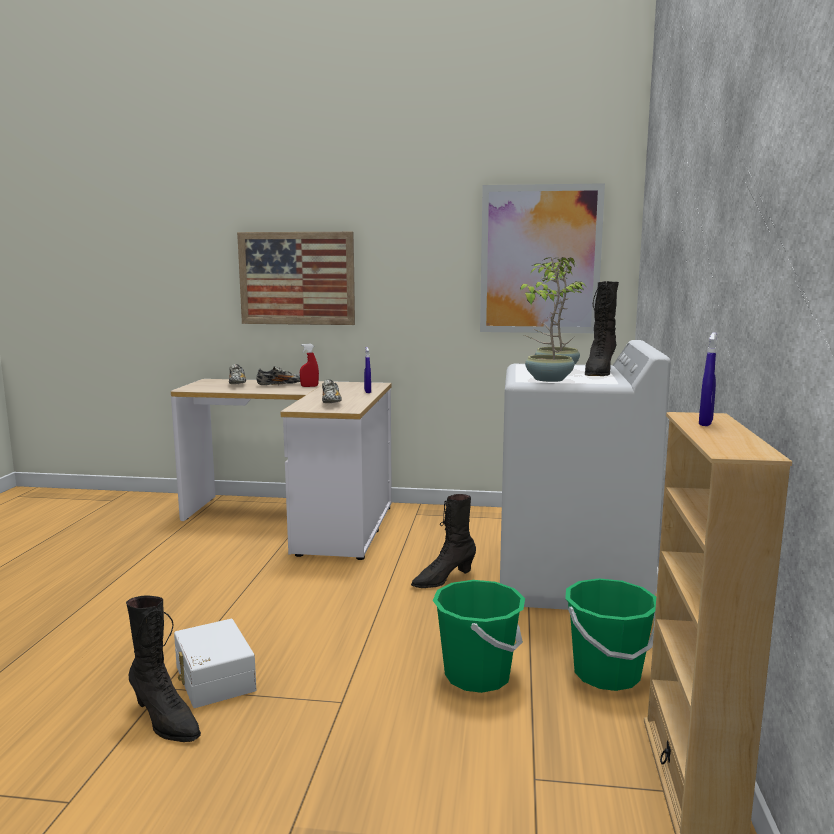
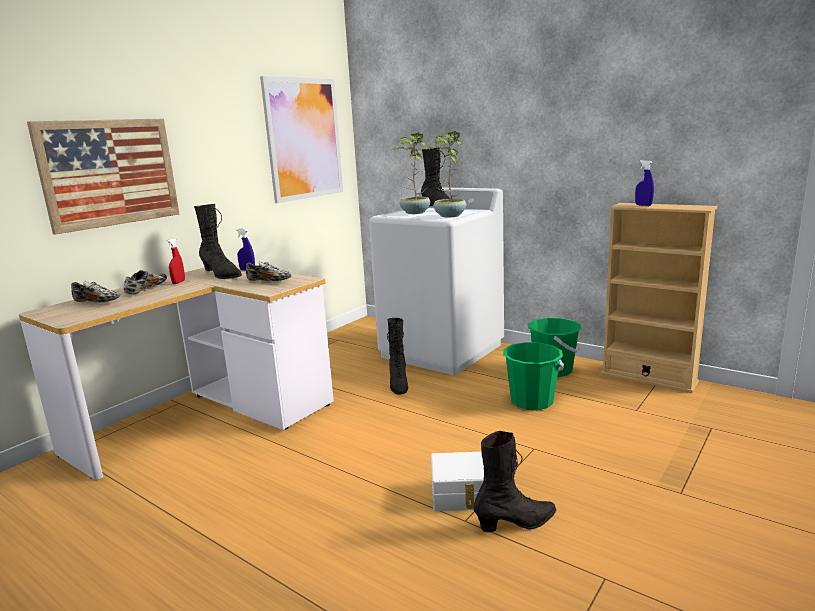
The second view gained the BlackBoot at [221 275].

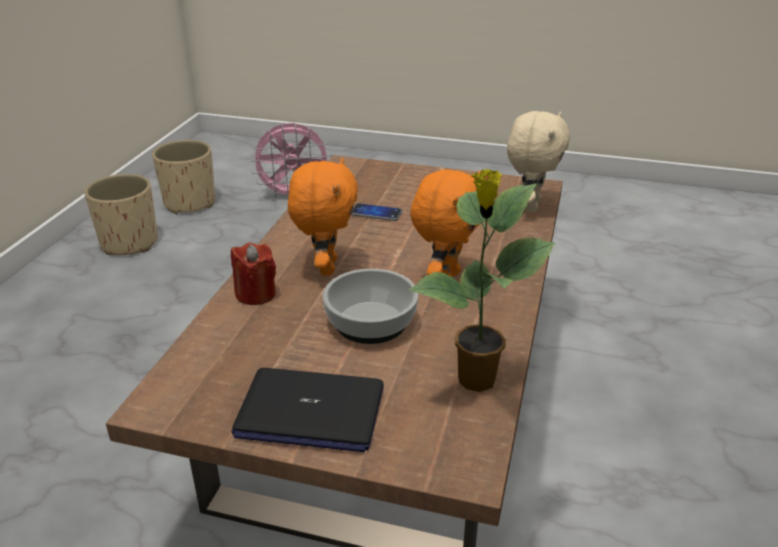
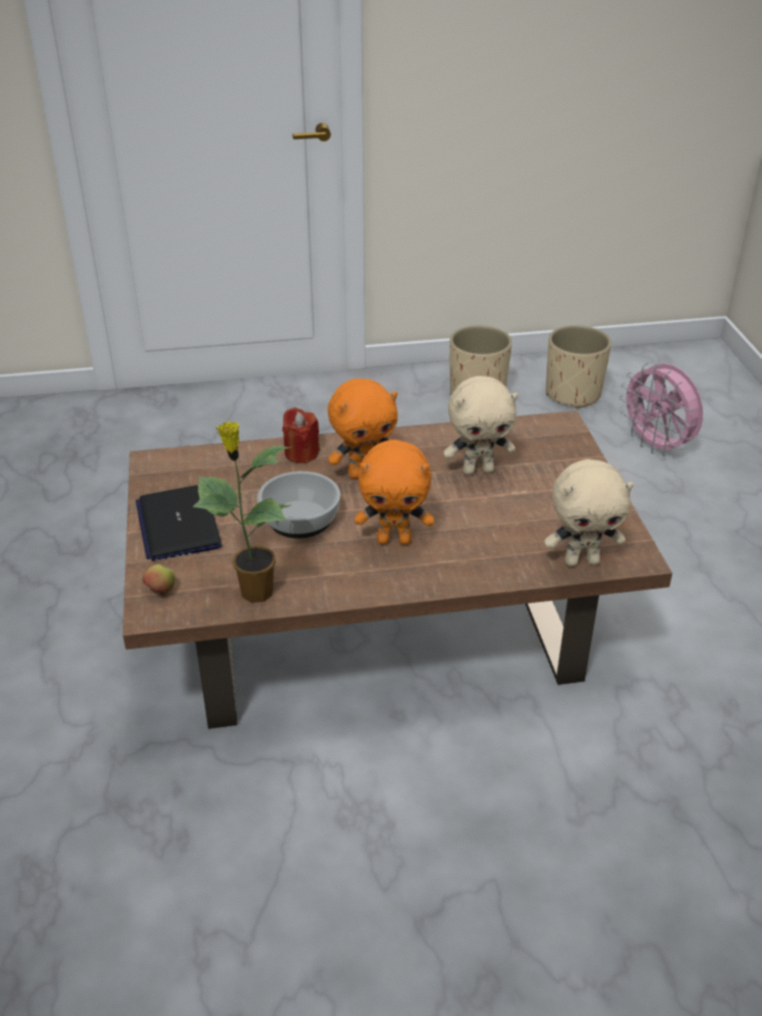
The second view gained the Apple at [160 591]. Where the Phone stood at [376 213], the BeigePlushToy came to stand at [478 470].

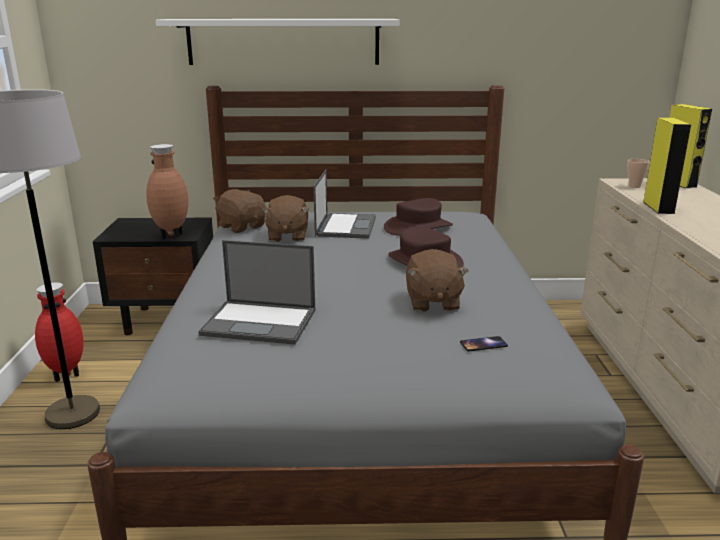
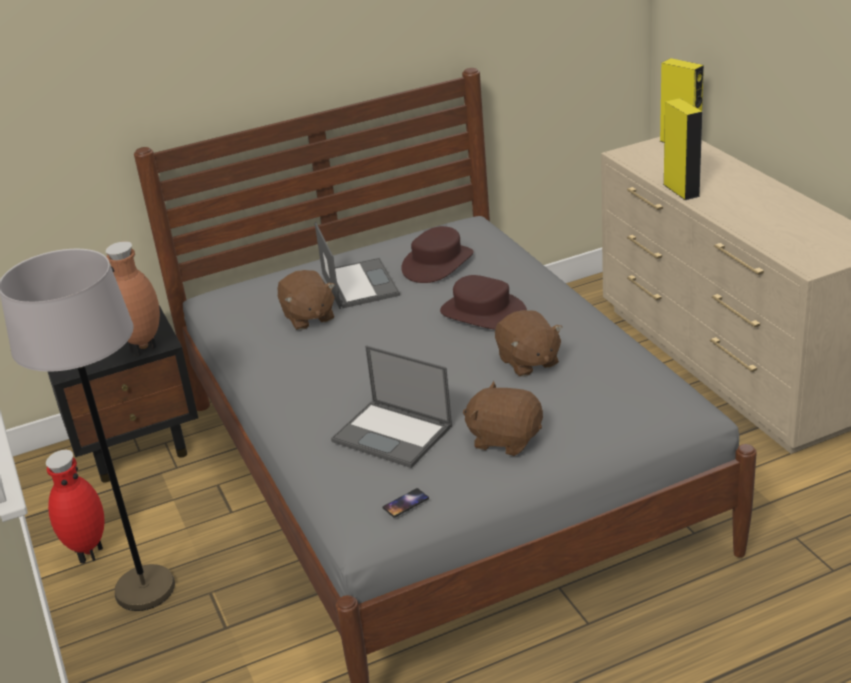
The Laptop at [261 322] ended up facing another way, 45 degrees clockwise from before. The Phone ended up elsewhere, having gone from [483 344] to [406 503]. The BrownPlushToy ended up elsewhere, having gone from [242 227] to [505 439]. The second view lost the WhiteShelf at [283 42]. The second view lost the Cup at [634 186].

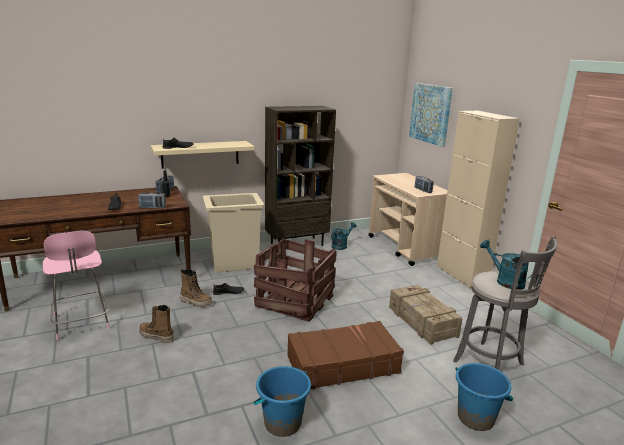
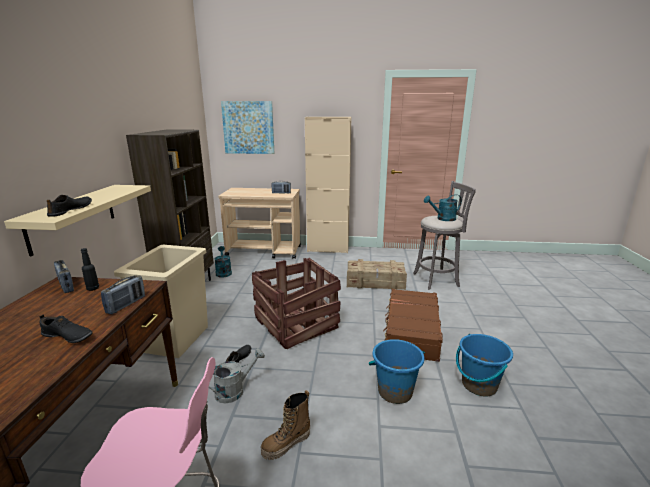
Where the Boot stood at [196 302], the GreyWateringCan came to stand at [234 390]. The BlueBucket ended up elsewhere, having gone from [475 418] to [395 391].

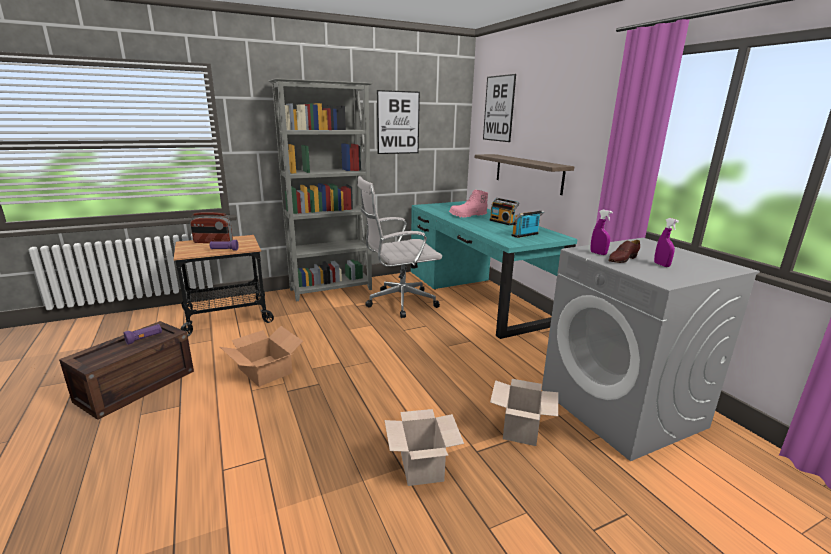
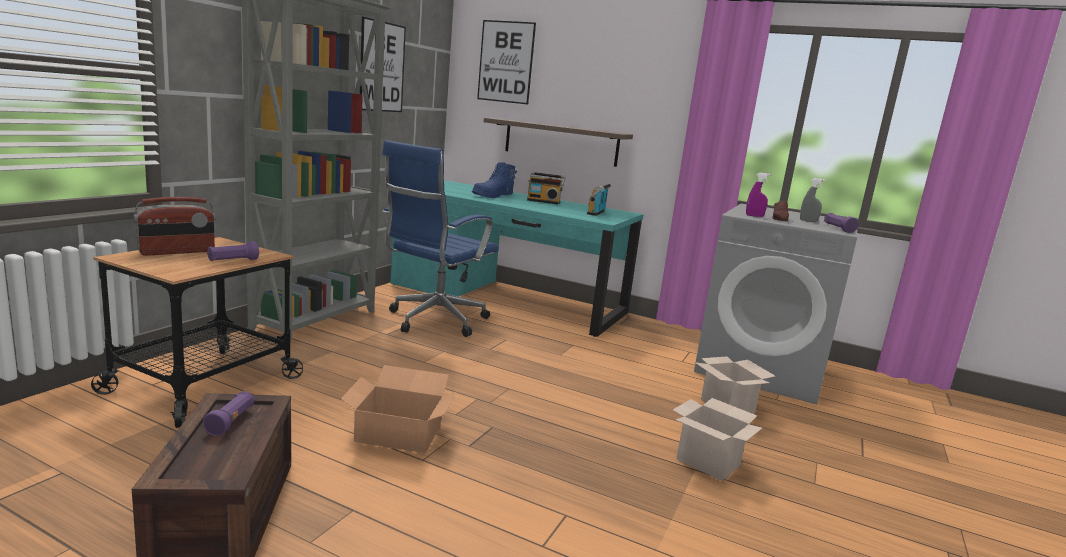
What was the WhiteOfficeChair at [398 303] turned into the BlueOfficeChair at [434 321]. What was the PinkBoot at [468 216] turned into the BlueBoot at [493 196]. What was the PurpleSprayBottle at [661 265] turned into the GreySprayBottle at [808 221]. The second view gained the PurpleFlashlight at [838 229].

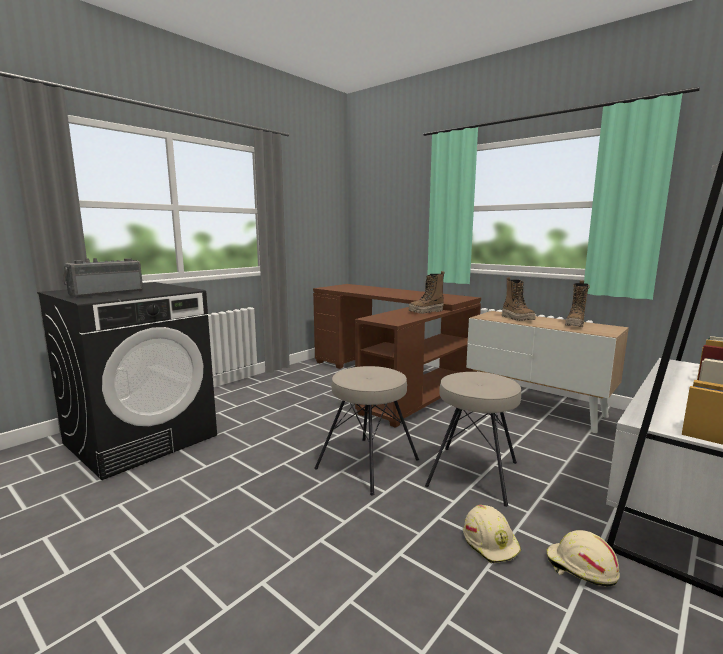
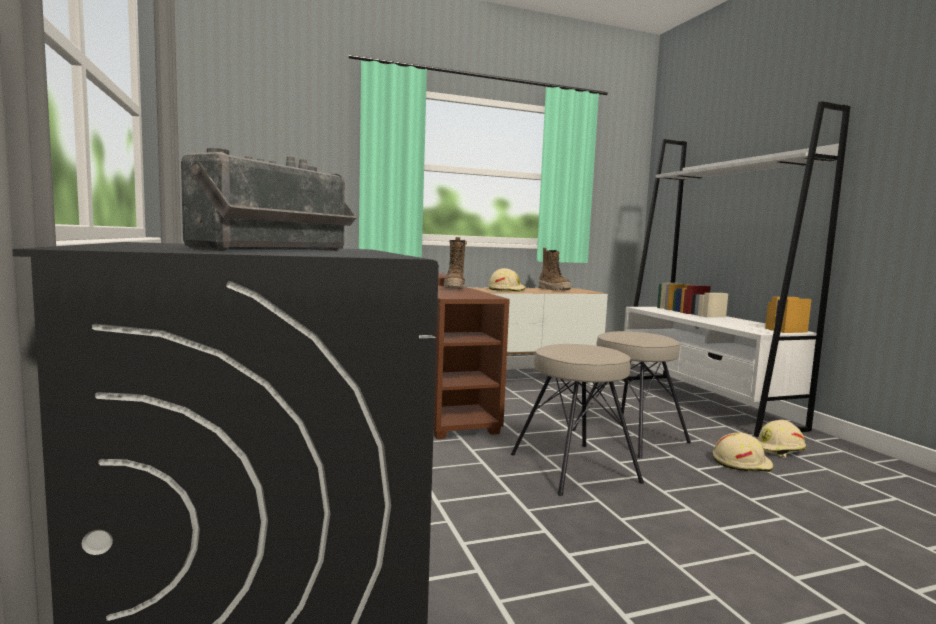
The Radio at [106 293] ended up facing another way, 135 degrees counterclockwise from before. Where the Boot stood at [517 319], the BeigeHardHat came to stand at [507 290].

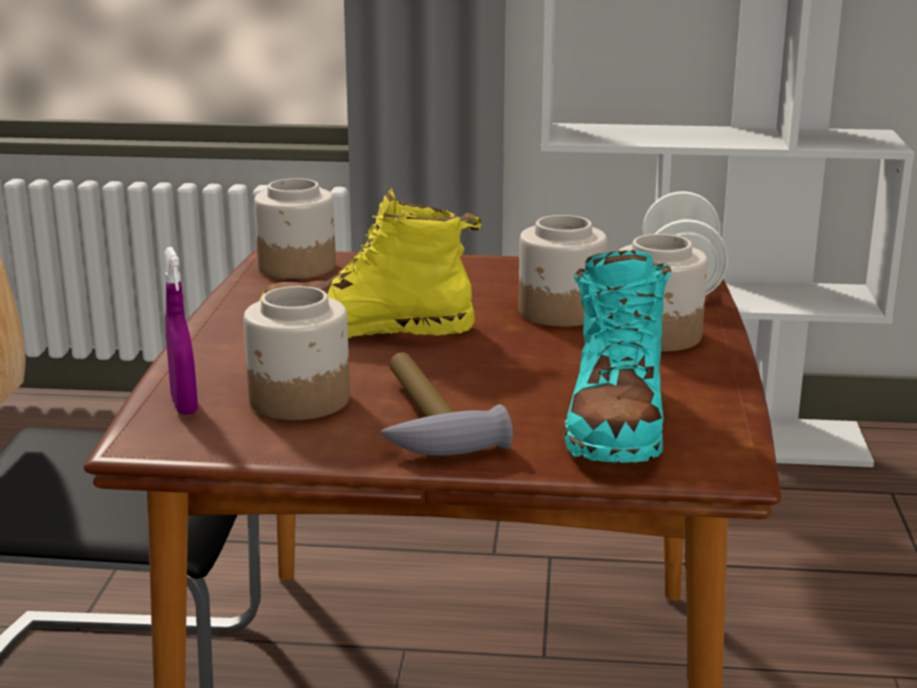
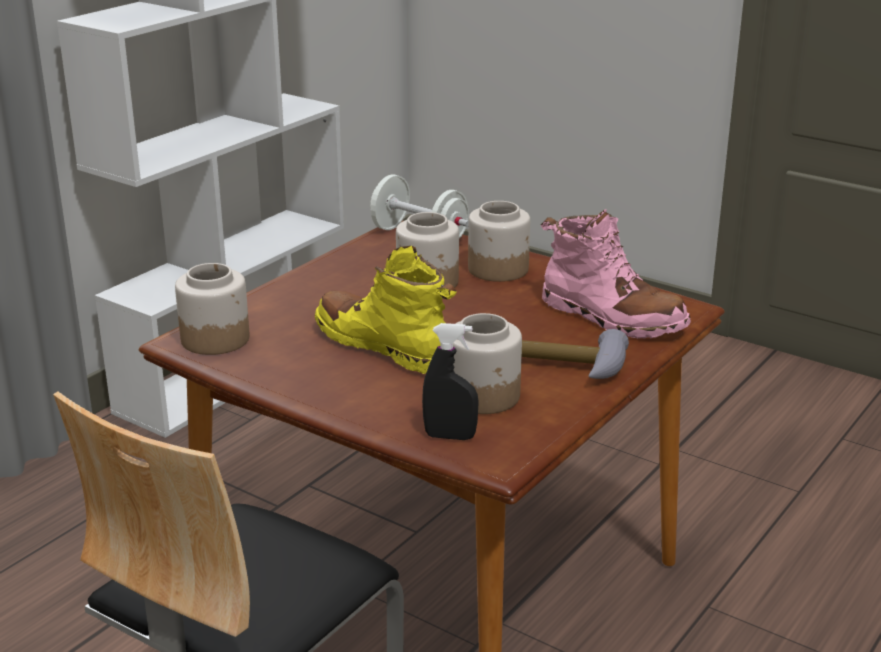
The YellowBoot at [366 330] ended up facing another way, 105 degrees clockwise from before. What was the PurpleSprayBottle at [184 405] turned into the BlackSprayBottle at [450 436]. What was the TurquoiseBoot at [615 424] turned into the PinkBoot at [611 317].

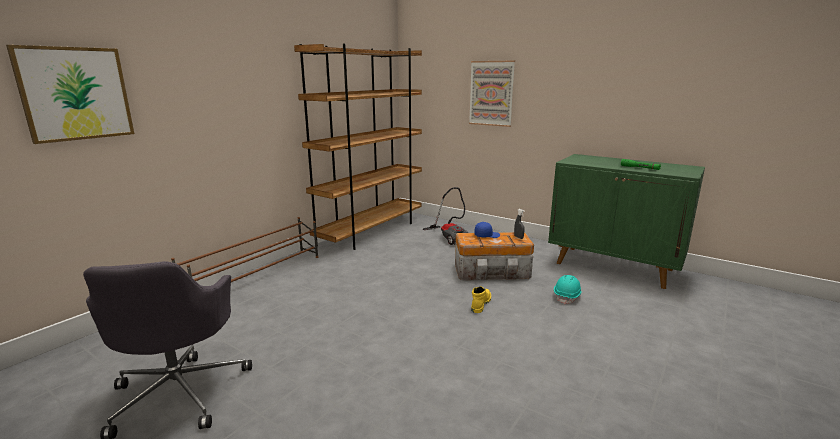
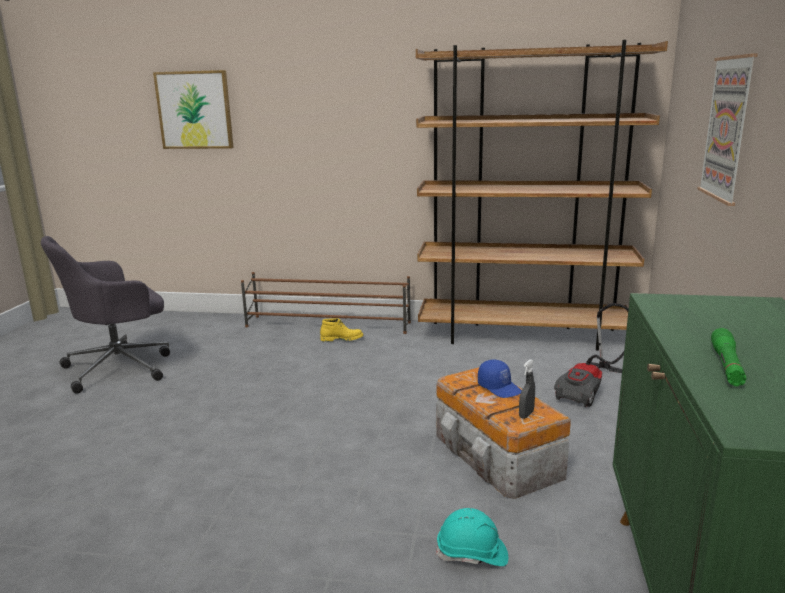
The YellowBoot ended up elsewhere, having gone from [480 303] to [342 339].

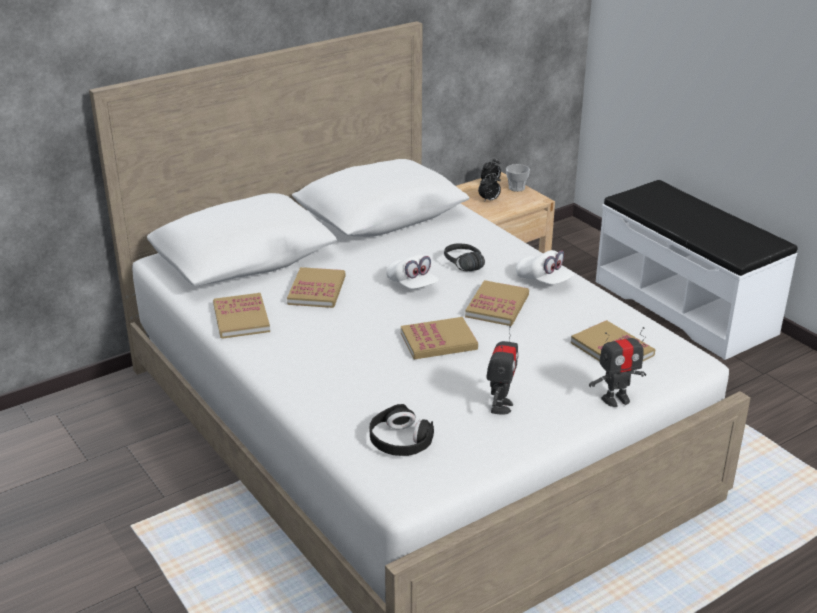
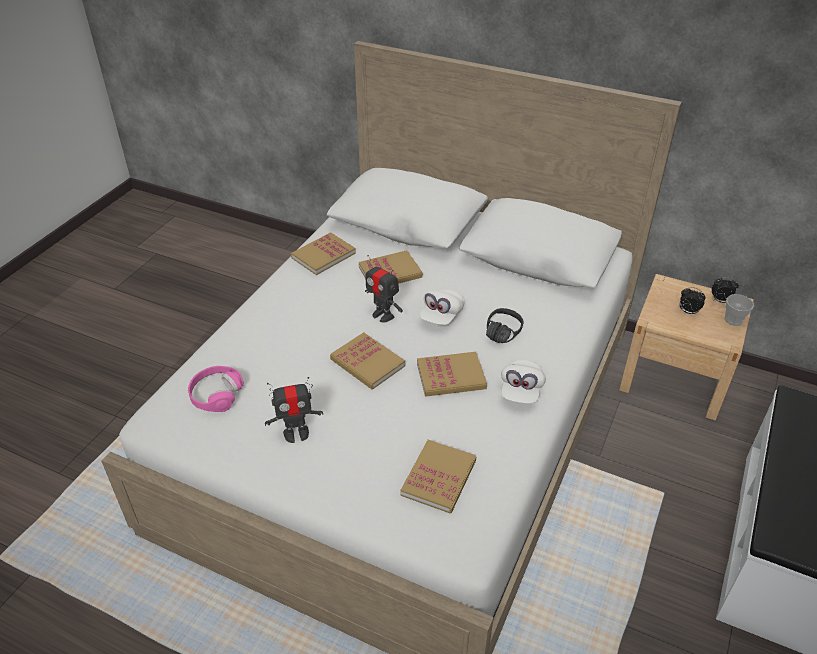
What was the BlackHeadphones at [400 441] turned into the PinkHeadphones at [216 394]. The ToyRobot ended up elsewhere, having gone from [616 399] to [383 315].

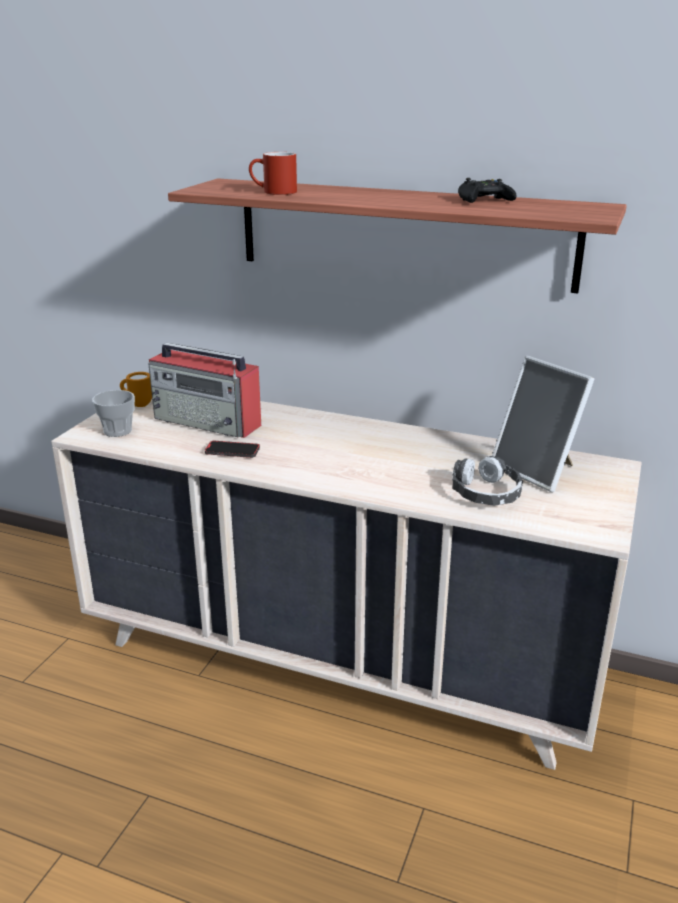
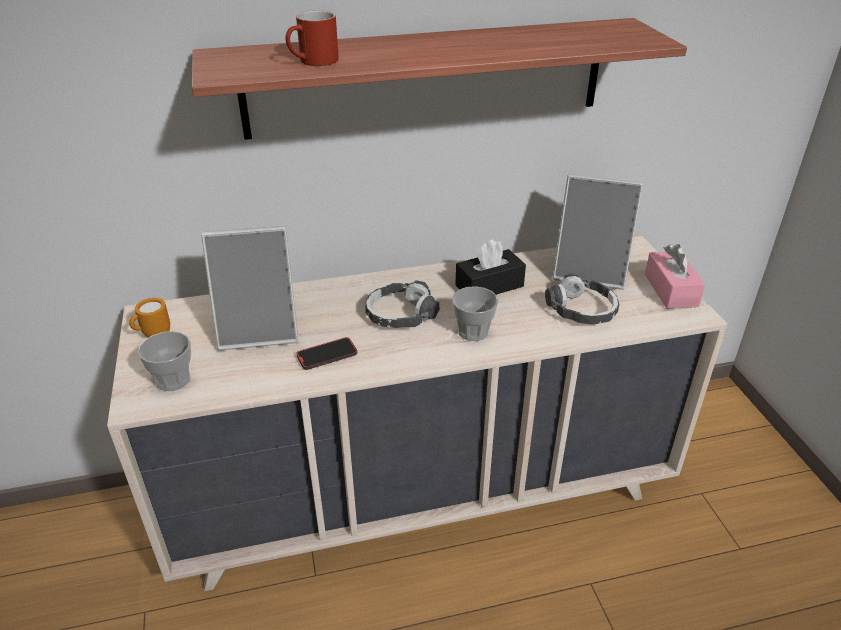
Where the Radio stood at [208 422], the PictureFrame came to stand at [260 330]. The second view gained the Headphones at [401 314]. The second view gained the Cup at [473 331]. The second view gained the BlackTissueBox at [489 286]. The second view gained the PinkTissueBox at [670 290]. The second view lost the BlackGameController at [484 200].

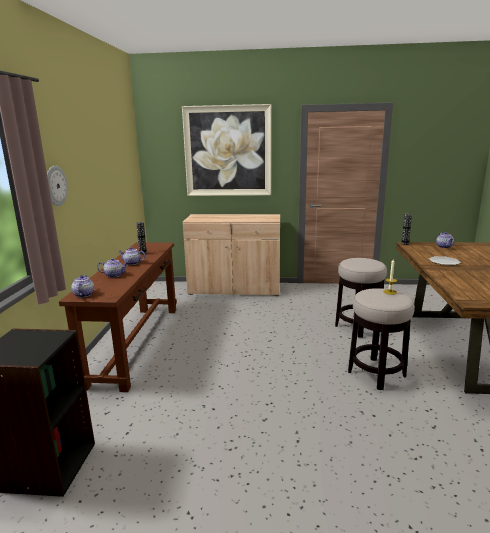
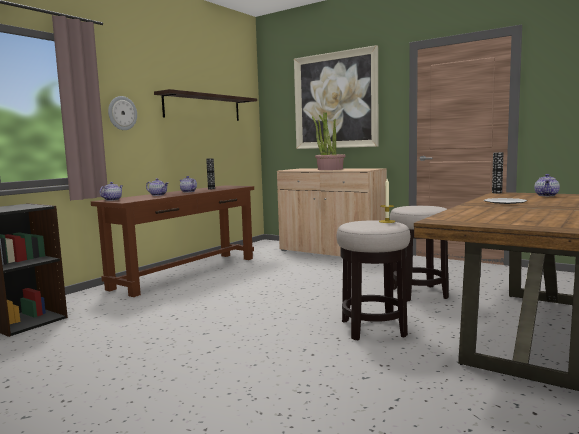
The second view gained the Shelf at [203 107]. The second view gained the PottedPlant at [330 169].

